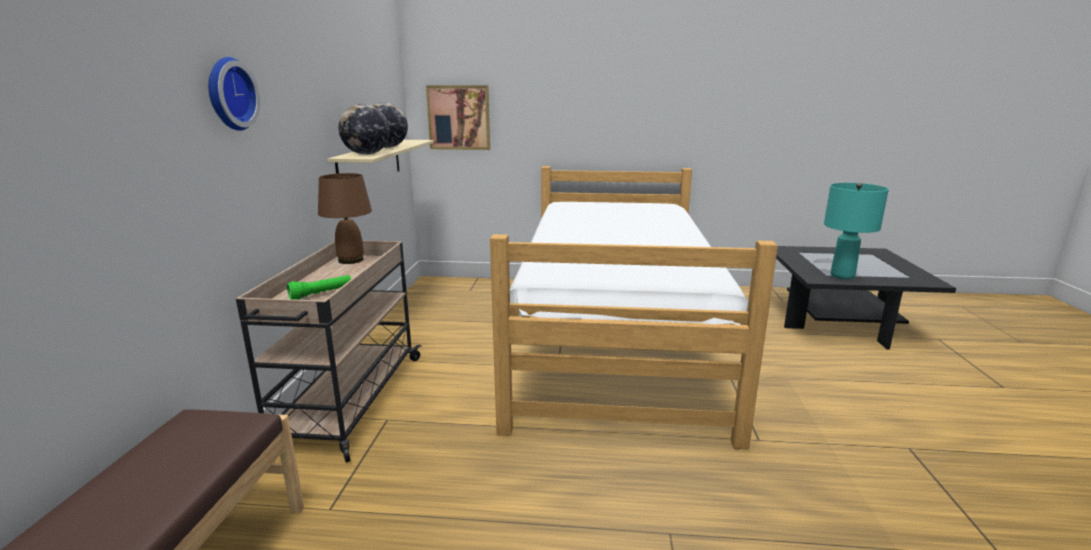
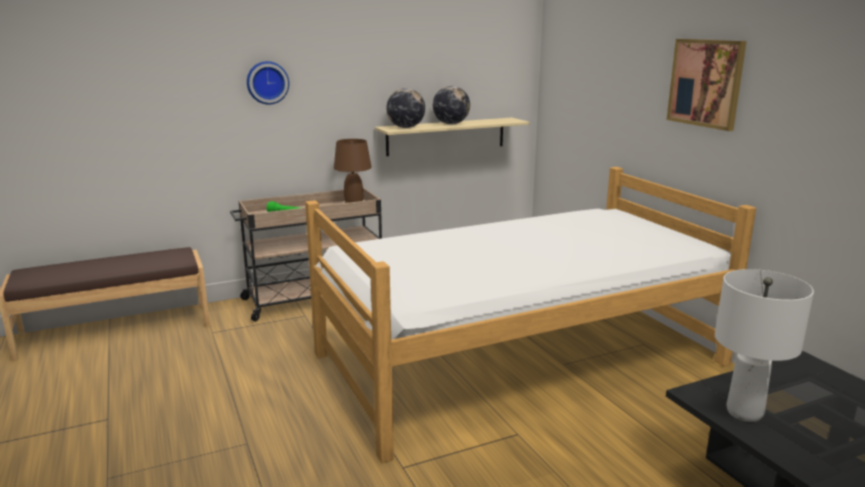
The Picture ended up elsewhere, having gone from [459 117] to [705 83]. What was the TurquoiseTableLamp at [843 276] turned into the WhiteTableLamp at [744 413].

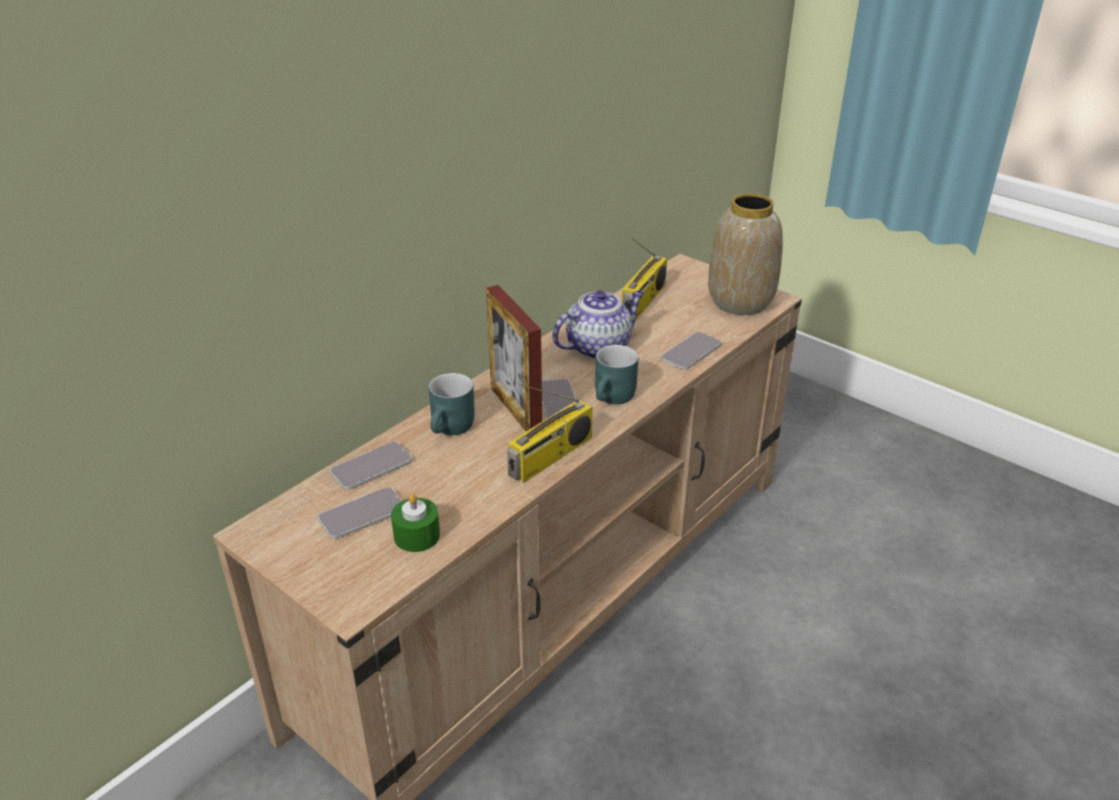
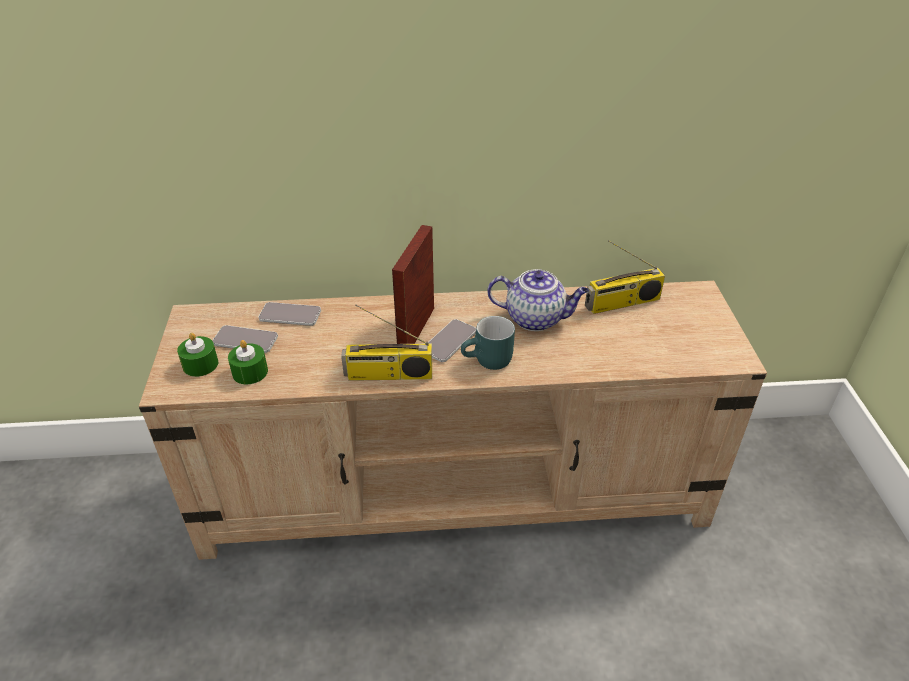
The second view gained the GreenCandle at [200 364]. The second view lost the TurquoiseMug at [453 429]. The second view lost the Phone at [691 352]. The second view lost the Vase at [740 301].

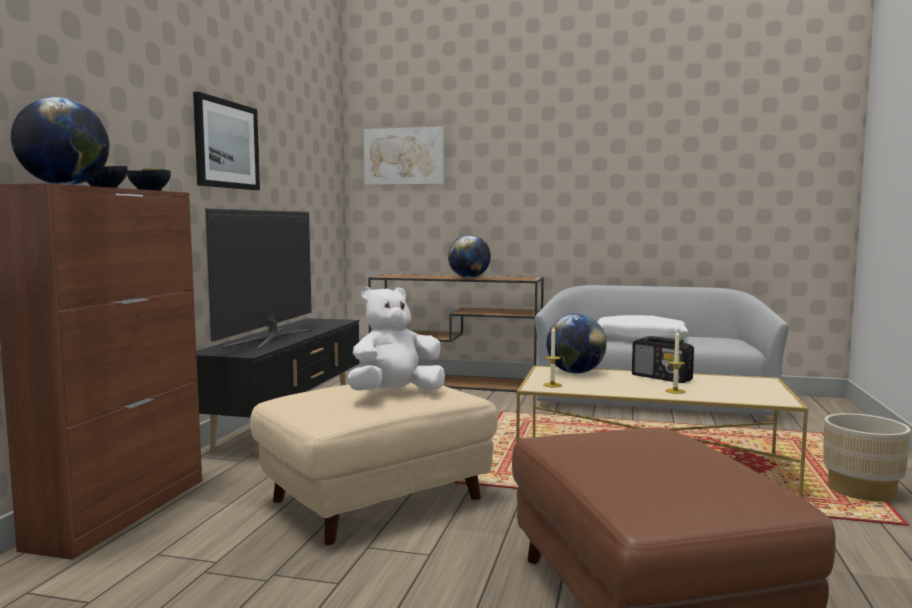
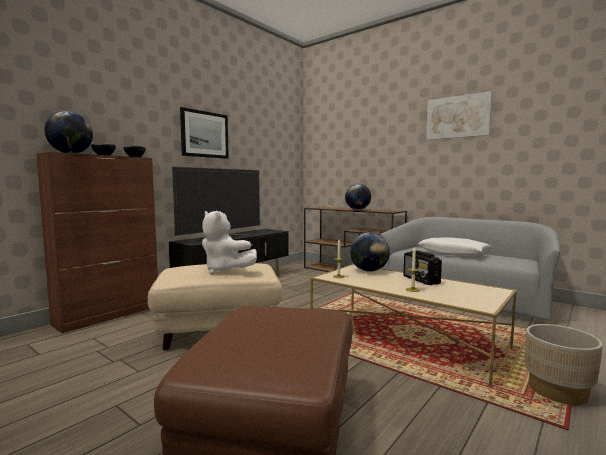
The WhitePlushToy at [395 394] ended up facing another way, 135 degrees counterclockwise from before. The Picture ended up elsewhere, having gone from [404 156] to [458 117].

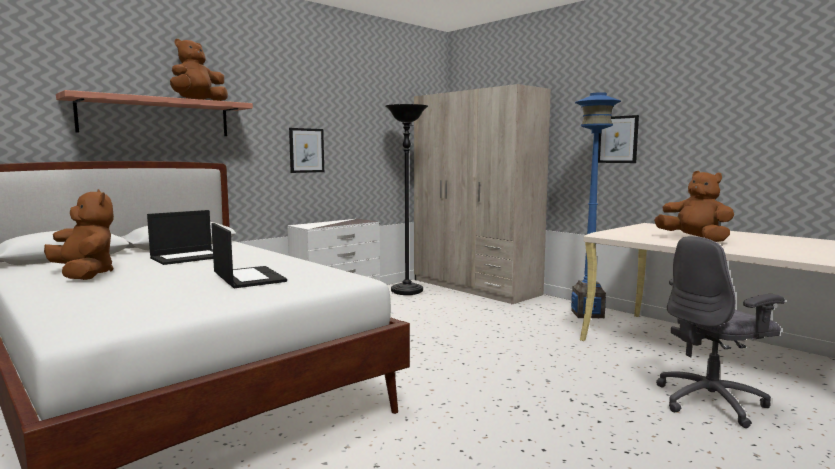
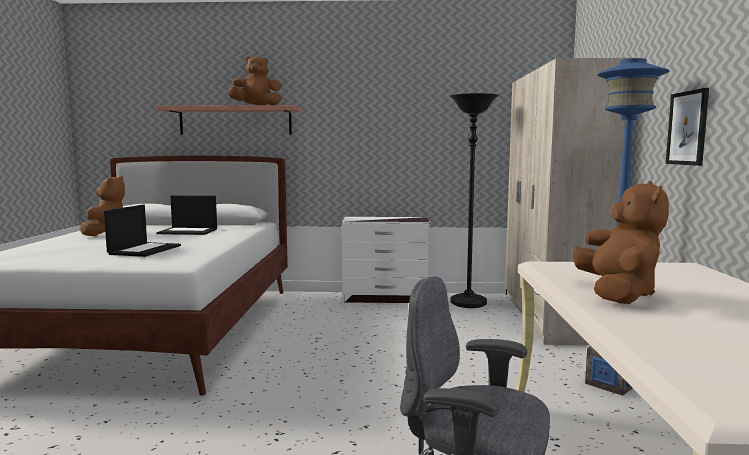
The second view lost the Picture at [306 150].

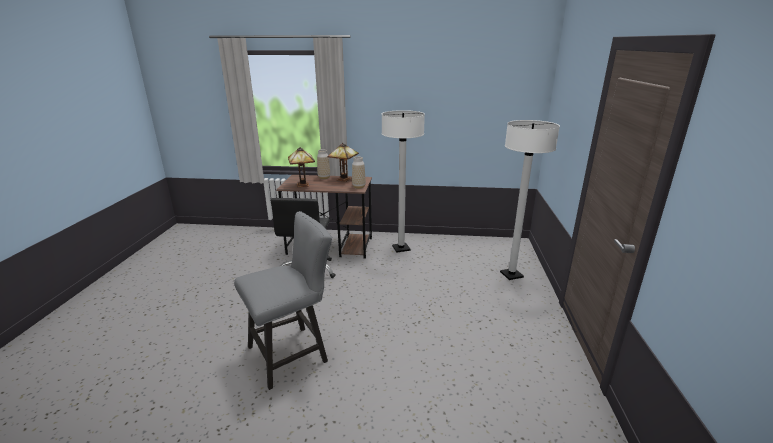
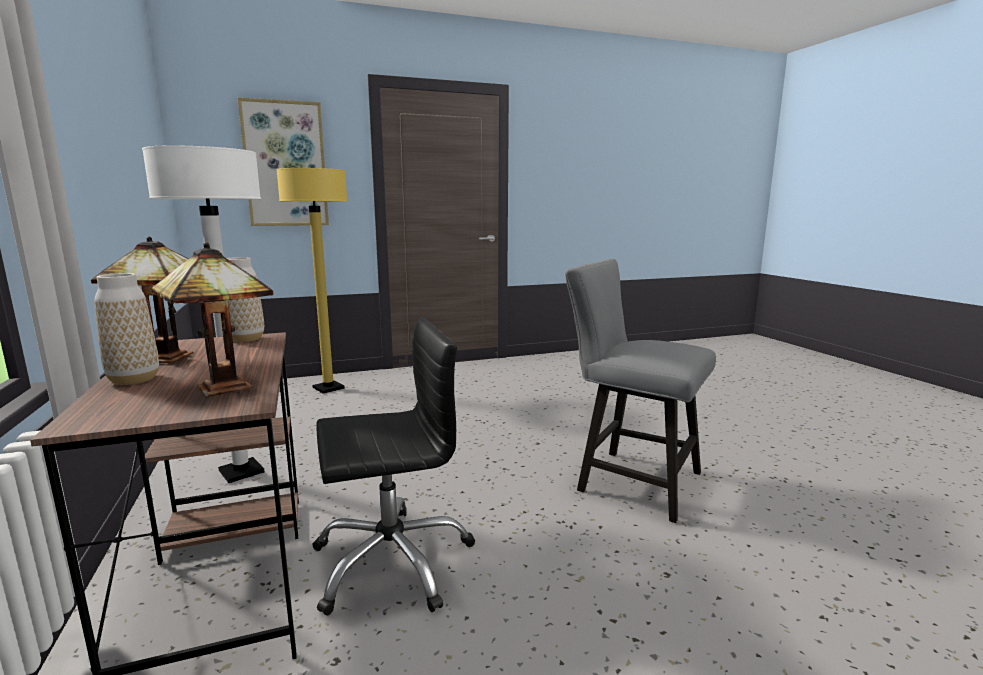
The second view gained the Picture at [285 164]. What was the WhiteFloorLamp at [511 275] turned into the YellowFloorLamp at [328 388].

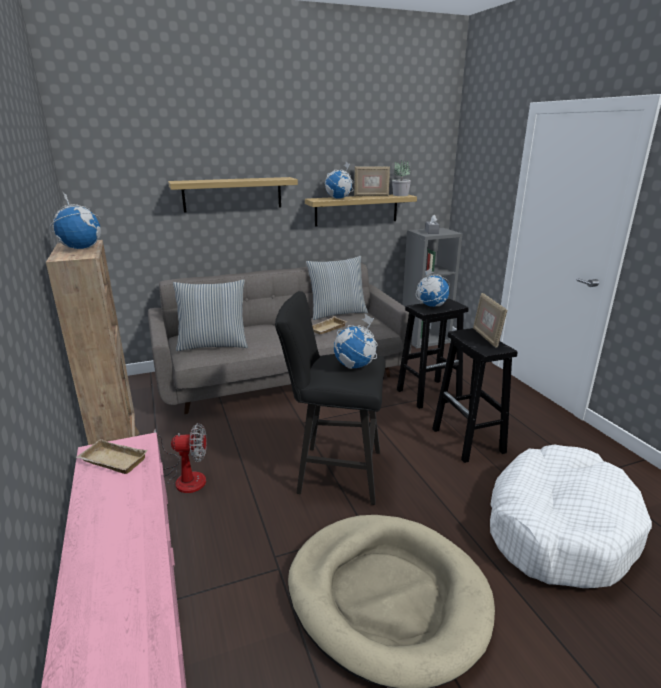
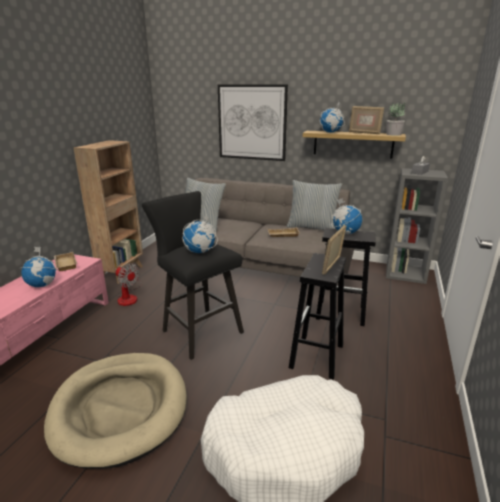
The Globe ended up elsewhere, having gone from [81 248] to [42 285]. Where the Shelf hung at [232 194], the Picture came to hang at [252 122].

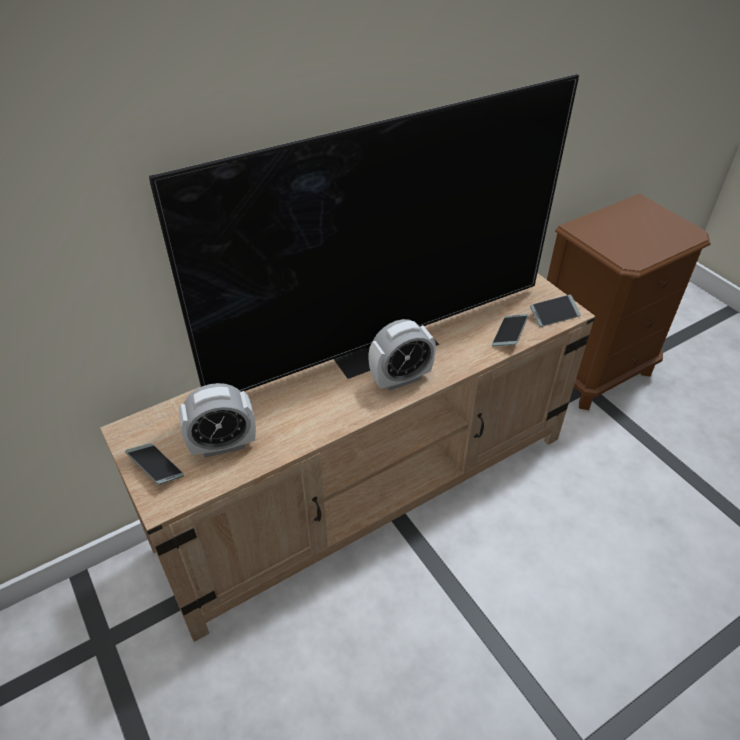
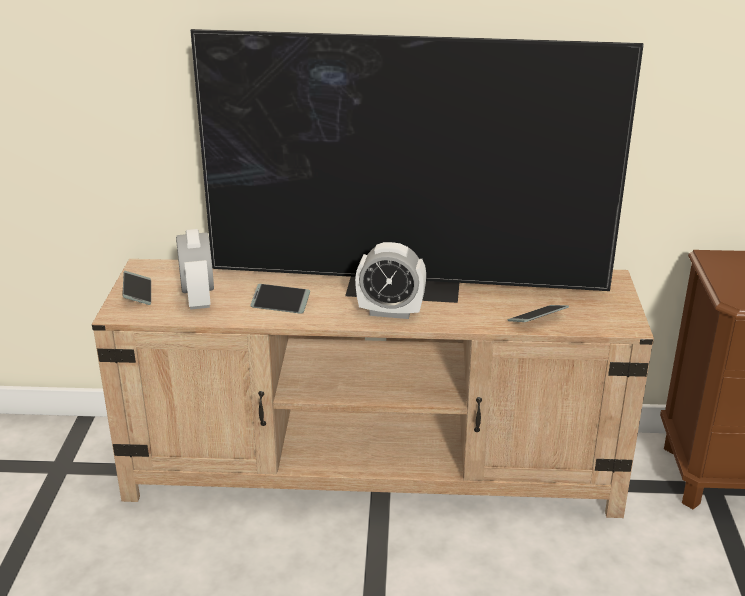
The AlarmClock at [223 445] ended up facing another way, 120 degrees counterclockwise from before. The Phone ended up elsewhere, having gone from [554 315] to [280 304].

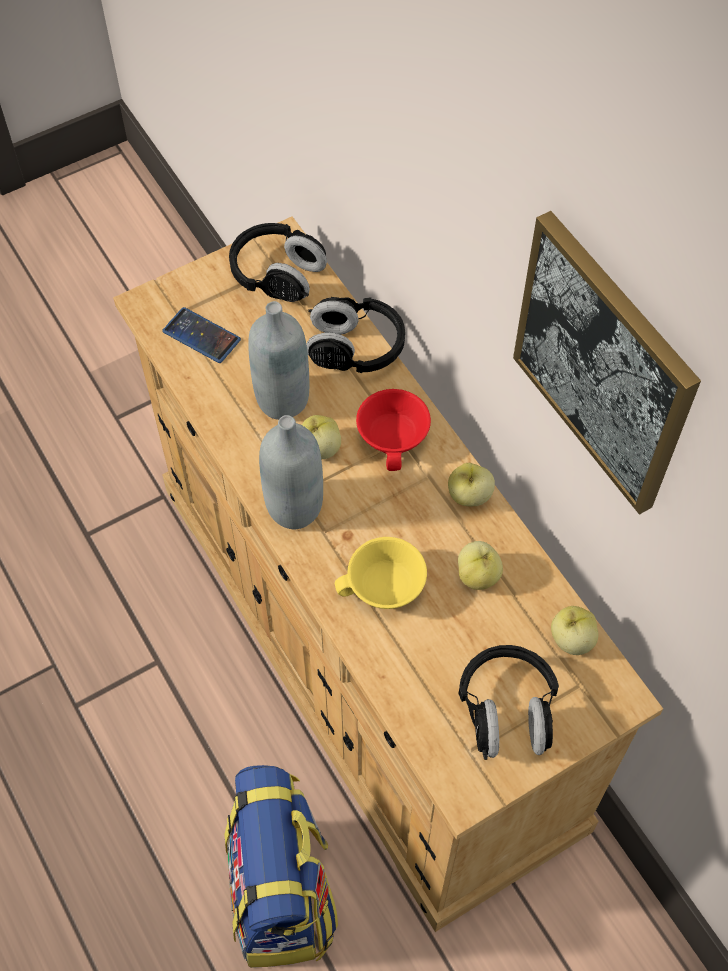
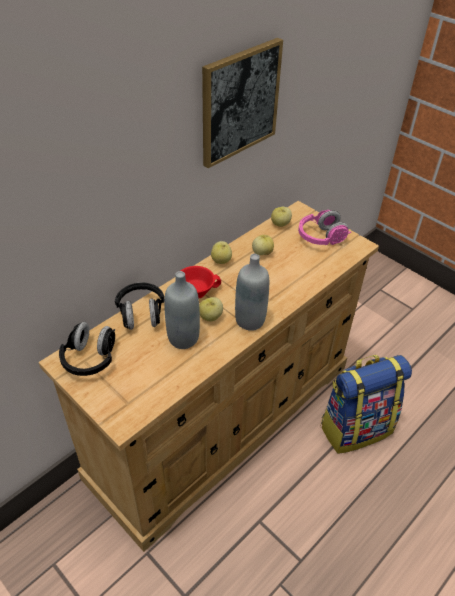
What was the BlackHeadphones at [506 711] turned into the PinkHeadphones at [321 238]. The second view lost the Phone at [201 336]. The second view lost the YellowCup at [384 590].

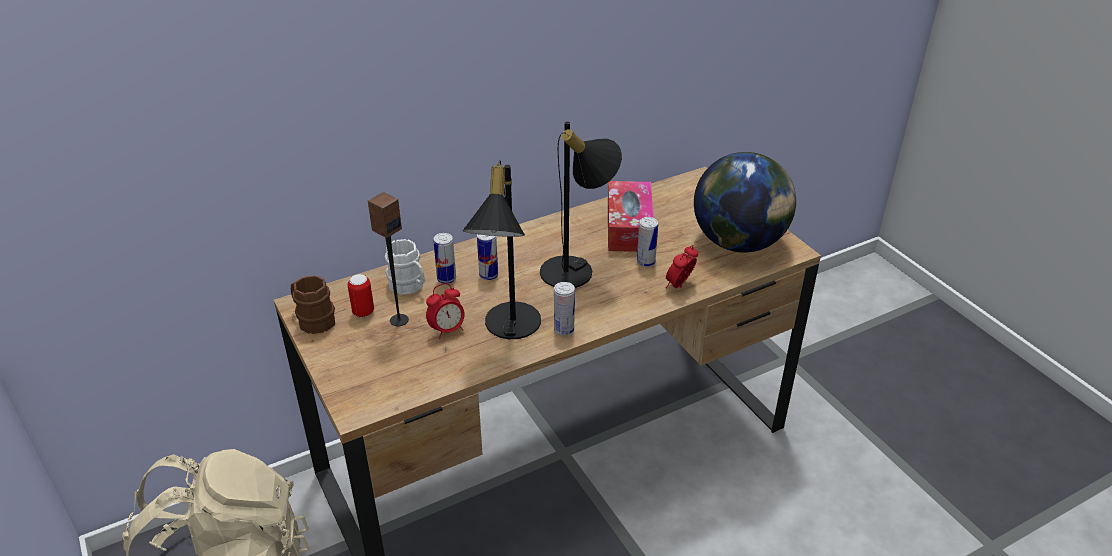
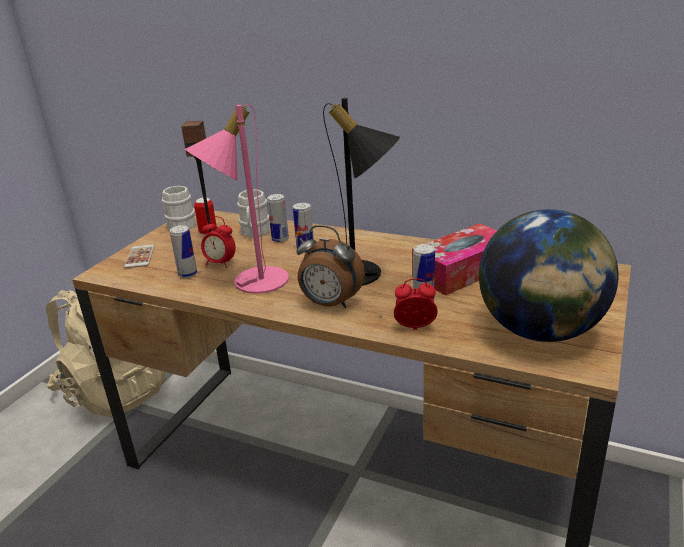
The second view gained the Phone at [140 257]. What was the BrownMug at [313 320] turned into the WhiteMug at [182 224]. The Can ended up elsewhere, having gone from [564 330] to [188 274]. What was the BlackTableLamp at [507 327] turned into the PinkTableLamp at [250 281]. The second view gained the AlarmClock at [330 304].

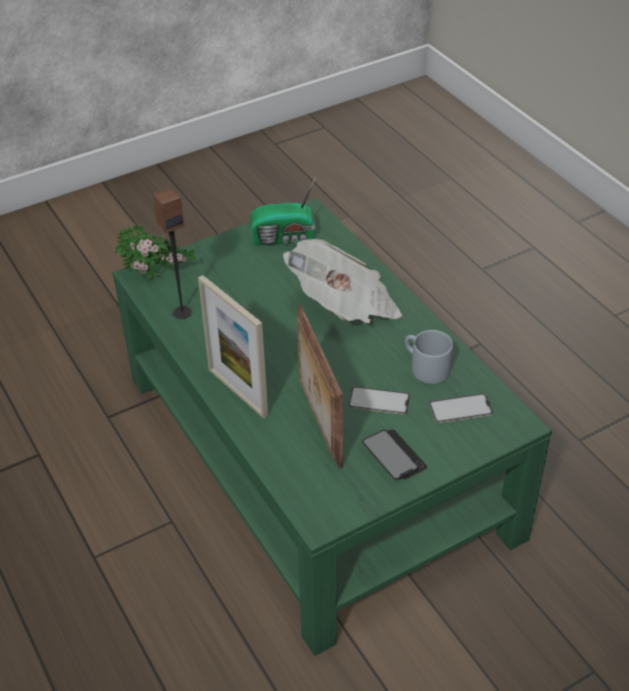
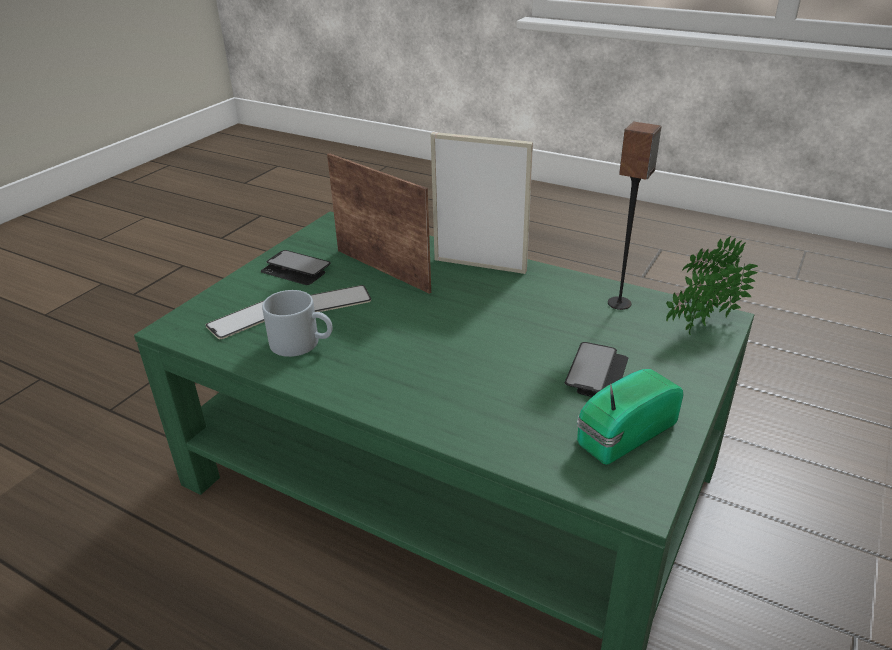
The second view gained the Phone at [597 373]. The second view lost the Newspaper at [344 306].

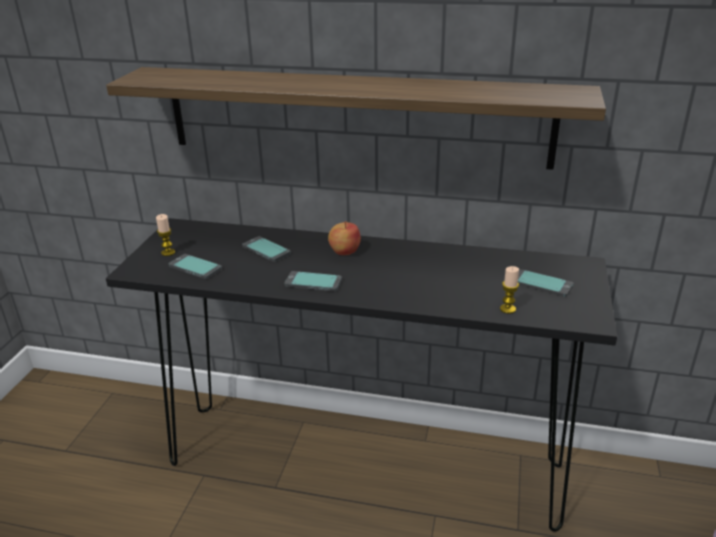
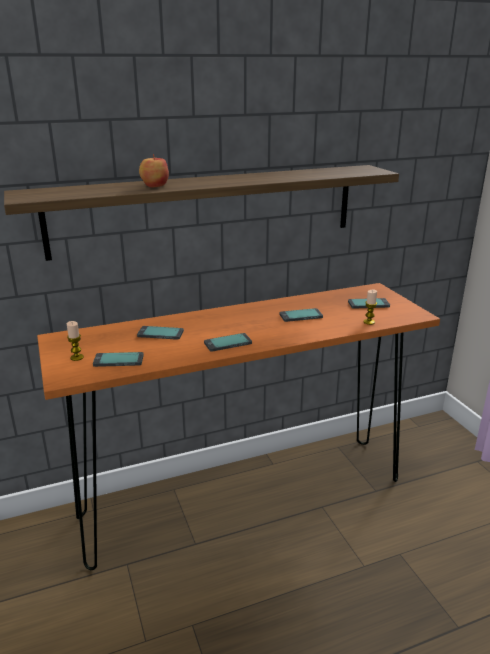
What was the BlackConsoleTable at [362 464] turned into the OrangeConsoleTable at [244 497]. The Apple ended up elsewhere, having gone from [344 251] to [154 186]. The second view gained the Phone at [301 316].

